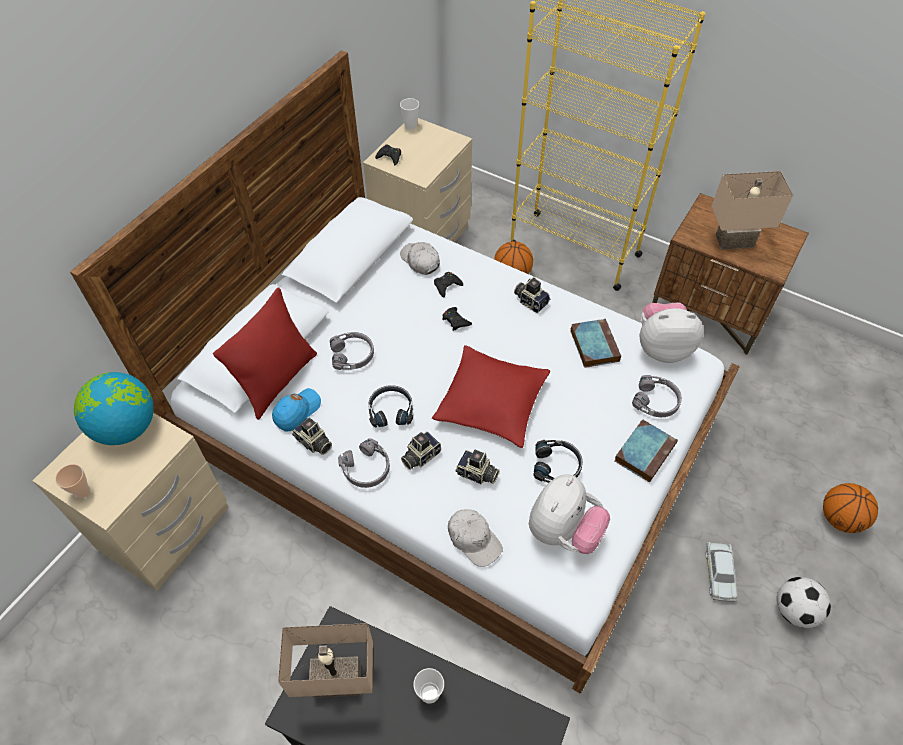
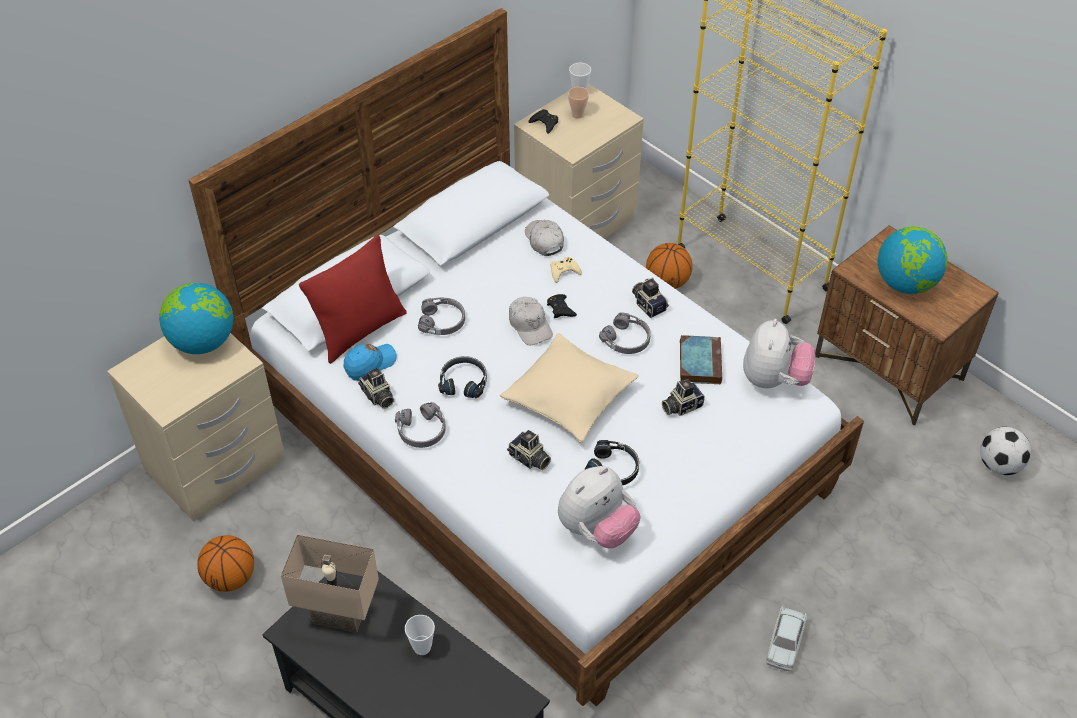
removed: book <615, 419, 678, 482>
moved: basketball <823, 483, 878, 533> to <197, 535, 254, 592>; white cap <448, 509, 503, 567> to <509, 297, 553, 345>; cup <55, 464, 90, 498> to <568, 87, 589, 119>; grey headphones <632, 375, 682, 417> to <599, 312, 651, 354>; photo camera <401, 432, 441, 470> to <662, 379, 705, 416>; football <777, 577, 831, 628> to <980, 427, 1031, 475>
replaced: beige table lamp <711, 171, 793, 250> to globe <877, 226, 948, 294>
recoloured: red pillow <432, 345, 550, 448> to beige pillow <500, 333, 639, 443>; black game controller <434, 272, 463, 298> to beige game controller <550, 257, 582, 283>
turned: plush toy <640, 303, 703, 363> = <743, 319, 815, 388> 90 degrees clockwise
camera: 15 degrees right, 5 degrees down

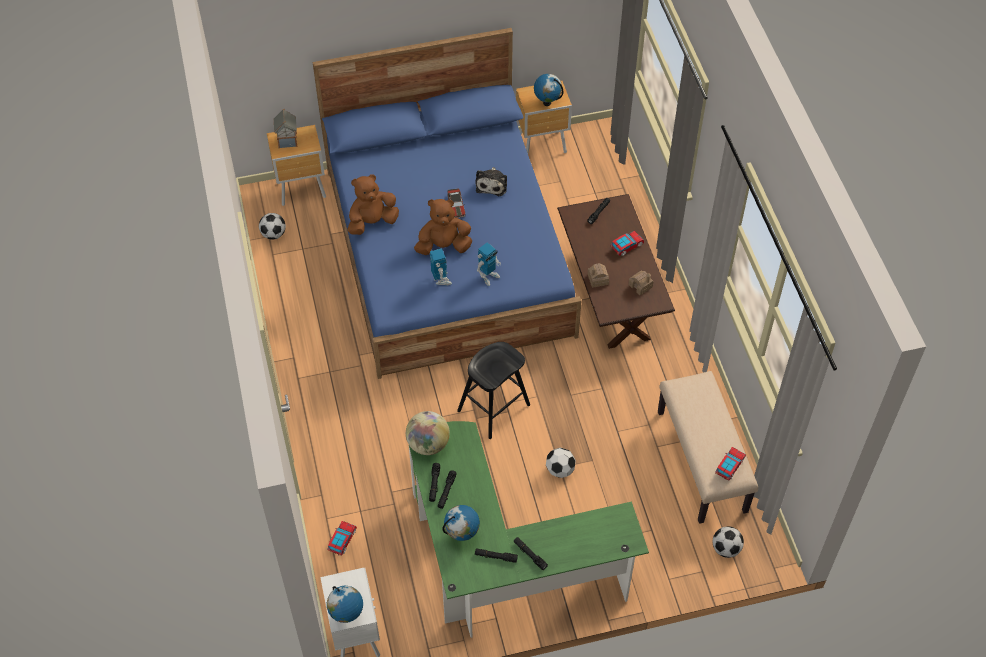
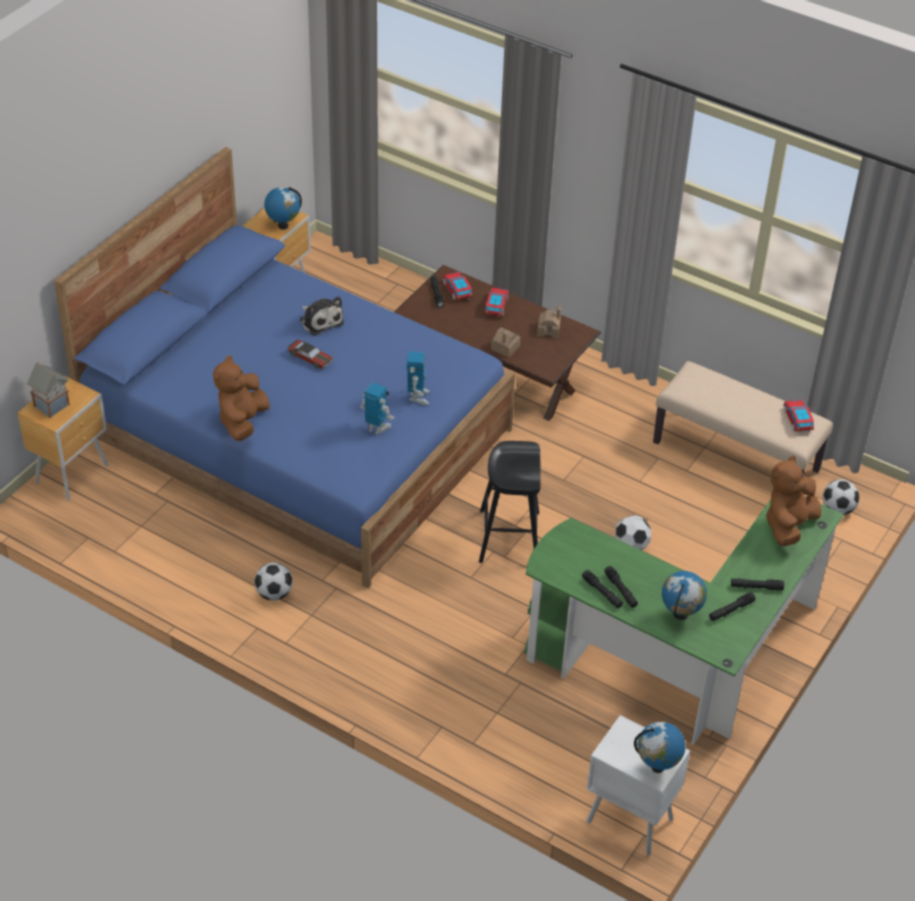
removed: globe <406, 411, 450, 455>
moved: football <259, 213, 286, 240> to <254, 563, 293, 601>; toy car <328, 521, 357, 556> to <443, 272, 473, 300>; brown plush toy <414, 199, 472, 255> to <766, 456, 821, 546>
camera: 45 degrees left, 10 degrees down

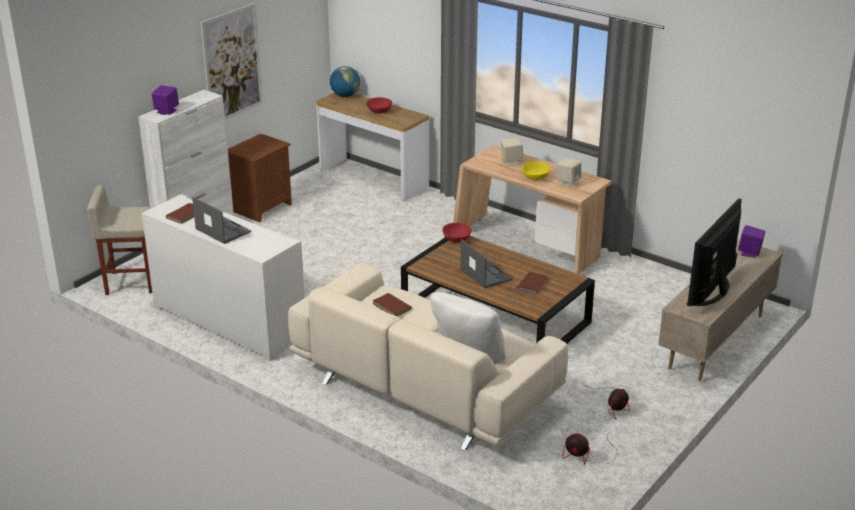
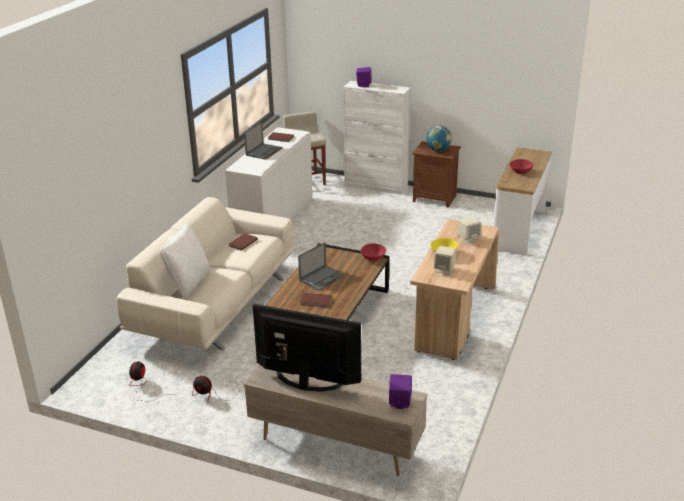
removed: picture <200, 3, 263, 120>
moved: globe <330, 66, 360, 97> to <426, 126, 452, 152>
camera: 75 degrees right, 0 degrees up

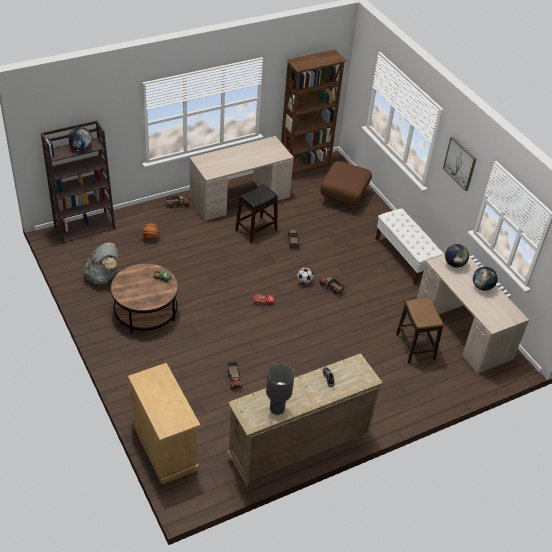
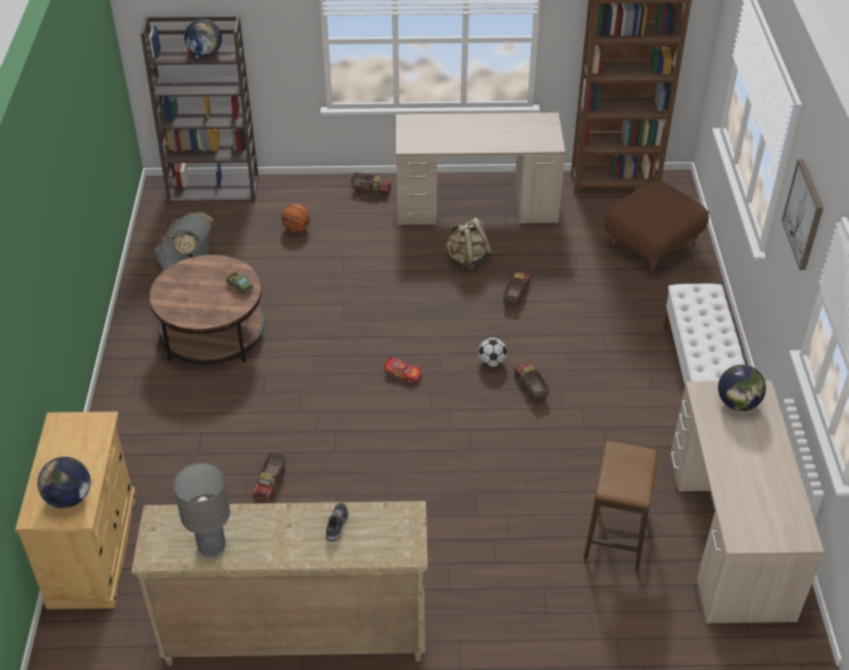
moved: globe <473, 266, 498, 291> to <37, 457, 91, 508>
replaced: black stool <235, 185, 278, 244> to beige backpack <446, 218, 493, 271>
camera: 30 degrees right, 0 degrees up

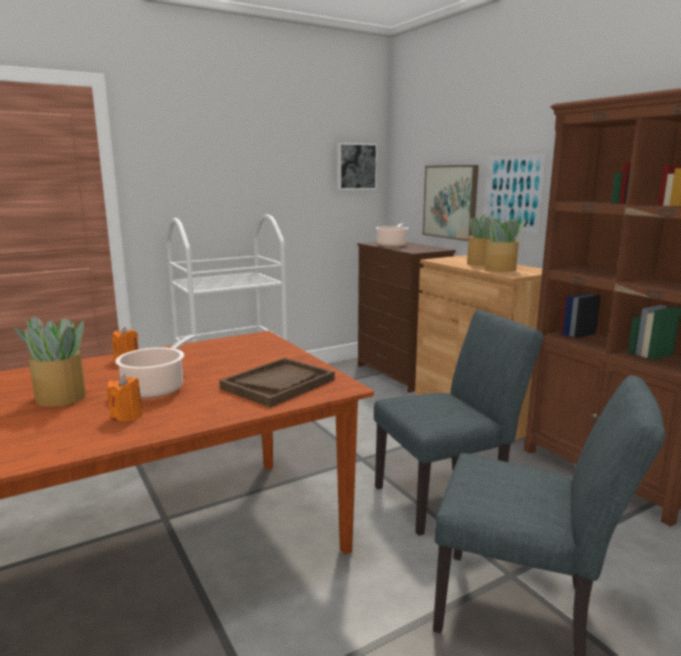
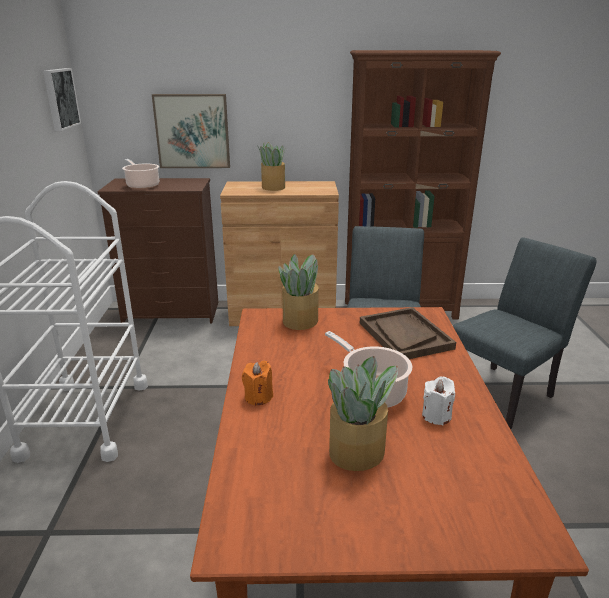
removed: picture <485, 154, 547, 234>
moved: potted plant <485, 218, 526, 272> to <278, 254, 319, 330>
recoloured: orange candle <107, 374, 143, 421> to white candle <422, 376, 455, 425>
camera: 60 degrees left, 10 degrees up

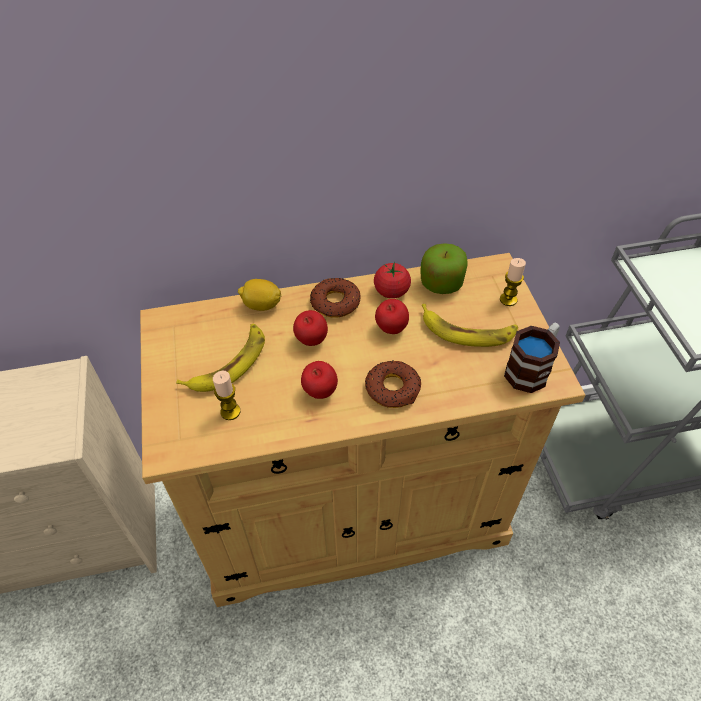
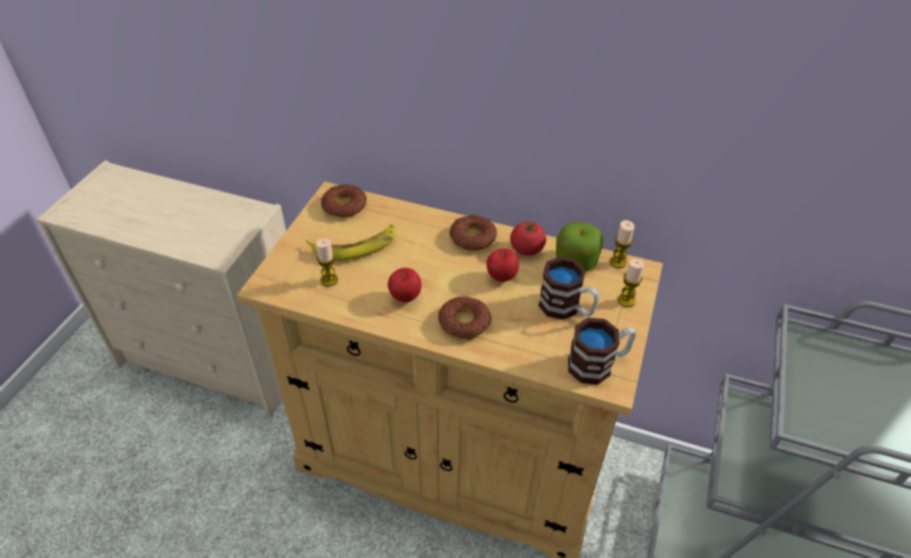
removed: lemon <238, 279, 281, 311>; apple <293, 310, 328, 346>
added: donut <321, 184, 367, 218>; candle <610, 220, 635, 268>
replaced: banana <422, 304, 518, 347> to mug <538, 257, 599, 320>
camera: 30 degrees right, 5 degrees down

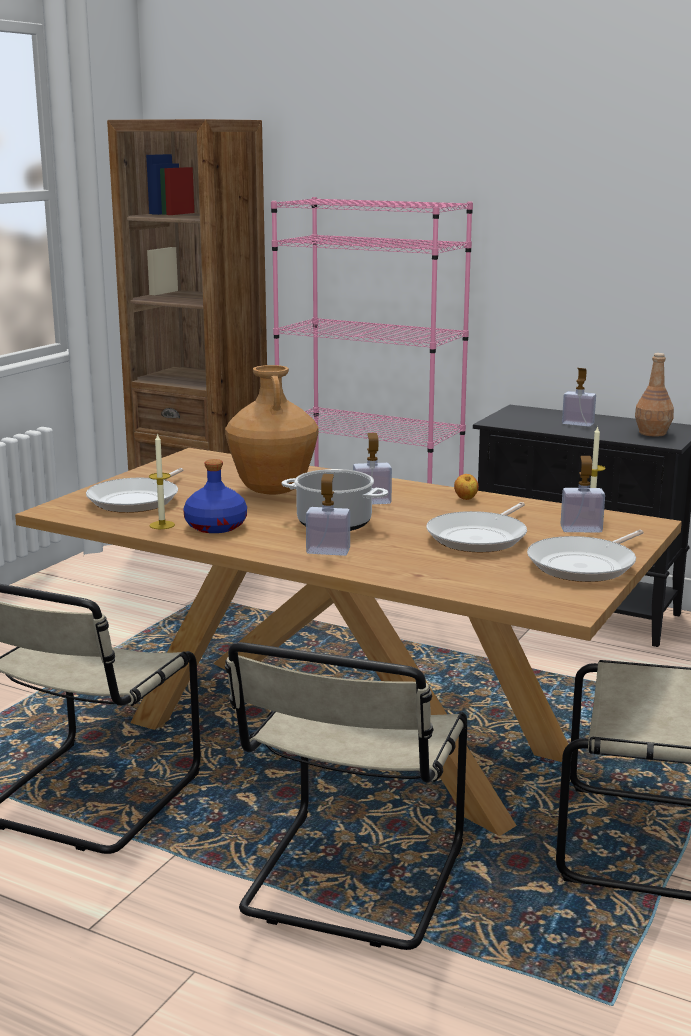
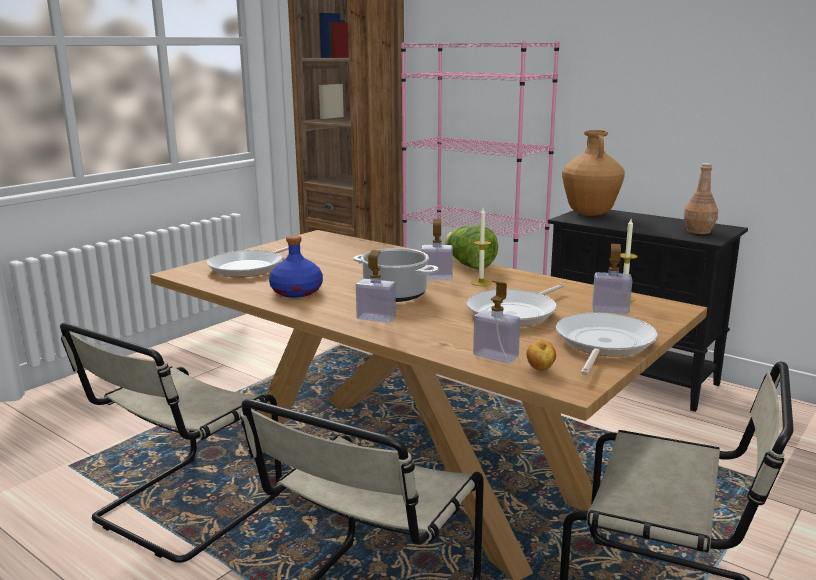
added: lettuce <445, 225, 498, 270>
moved: candle <149, 433, 175, 529> to <471, 208, 491, 286>; soap dispenser <562, 368, 596, 426> to <473, 281, 520, 363>; apple <454, 474, 479, 500> to <527, 340, 556, 371>; brown vase <225, 365, 319, 495> to <562, 130, 625, 216>
turned: frying pan <527, 530, 644, 582> = <556, 312, 657, 375> 150 degrees clockwise
camera: 10 degrees right, 0 degrees up

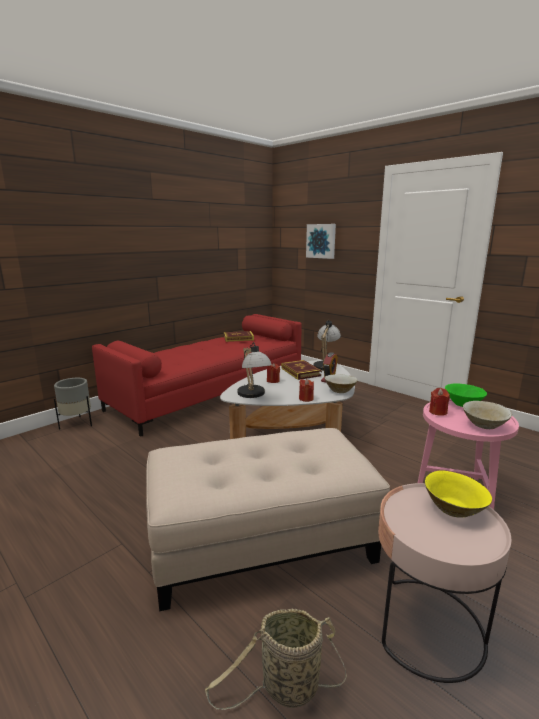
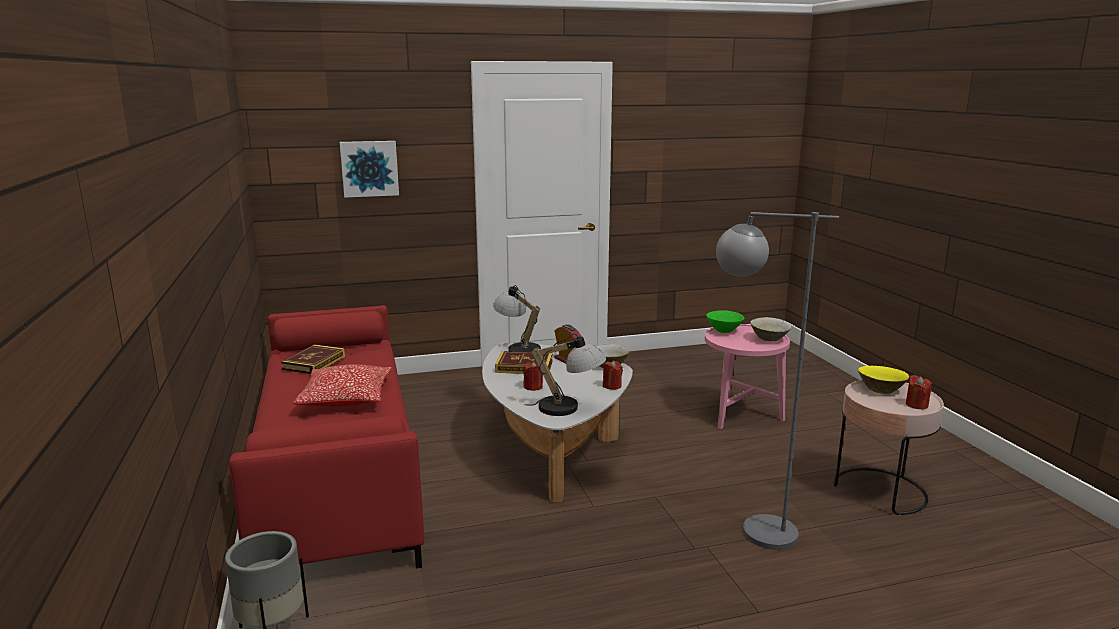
removed: basket <205, 608, 347, 710>
added: pillow <293, 365, 392, 406>
moved: red candle <429, 388, 450, 416> to <906, 375, 932, 409>
replaced: beige ottoman <146, 428, 390, 611> to grey floor lamp <716, 212, 839, 550>
camera: 60 degrees left, 0 degrees up

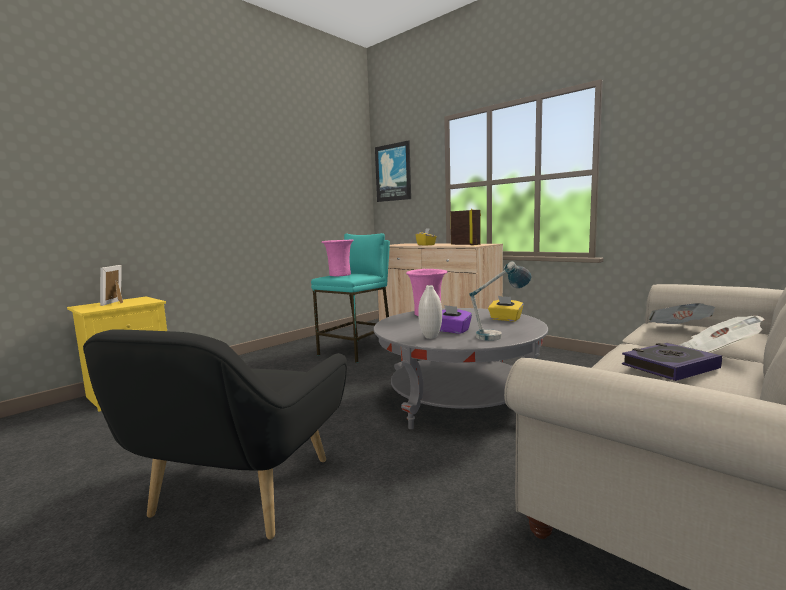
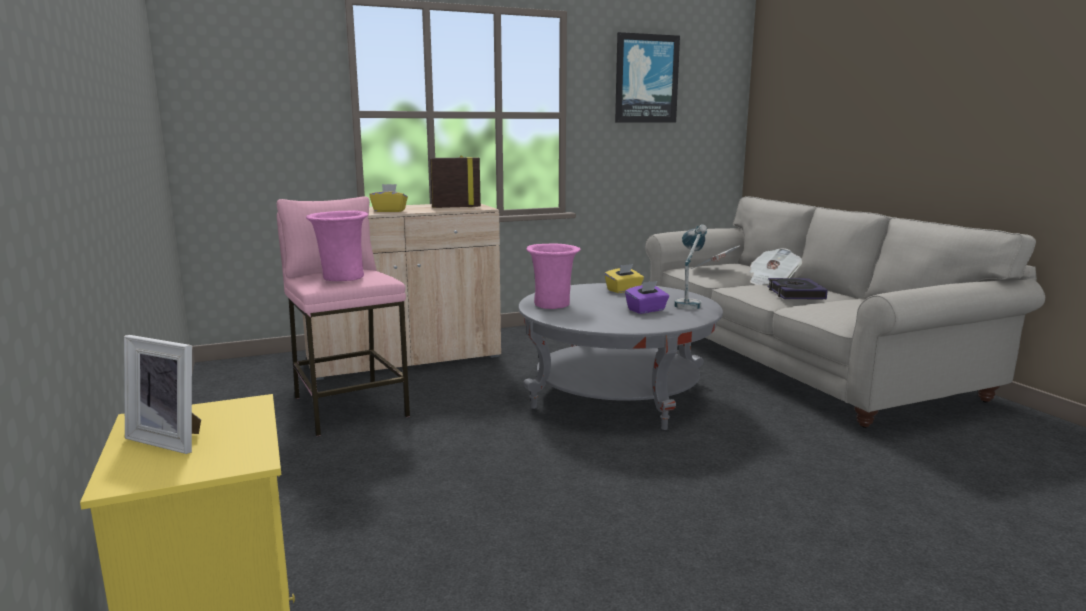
removed: black armchair <83, 329, 347, 539>; white vase <418, 285, 442, 339>
moved: picture <375, 140, 411, 202> to <615, 32, 680, 123>
recoloured: turquoise stool <311, 233, 390, 363> to pink stool <277, 196, 410, 436>
camera: 65 degrees left, 5 degrees up

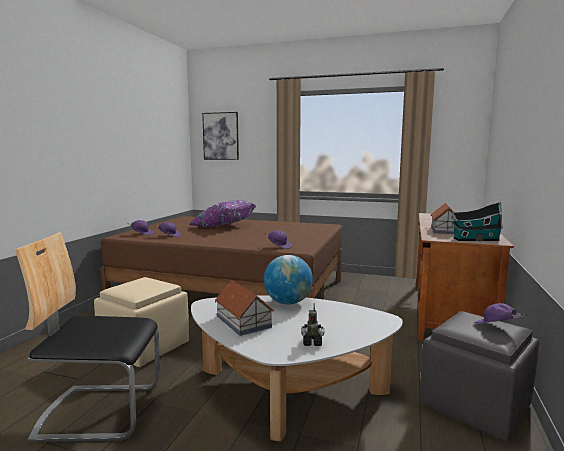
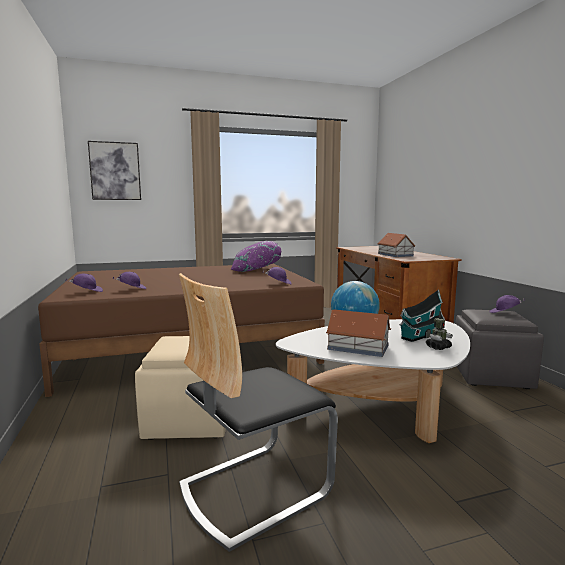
moved: purple pillow <189, 200, 256, 227> to <230, 241, 282, 272>; toy house <451, 202, 503, 241> to <399, 289, 445, 342>
camera: 35 degrees left, 0 degrees up

